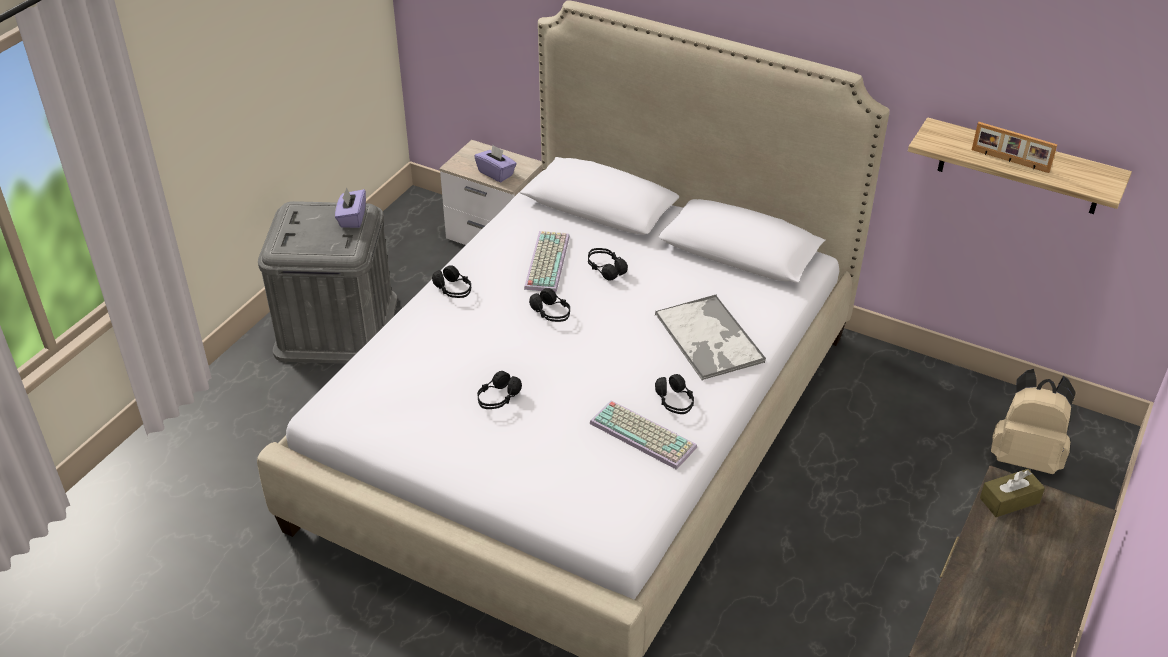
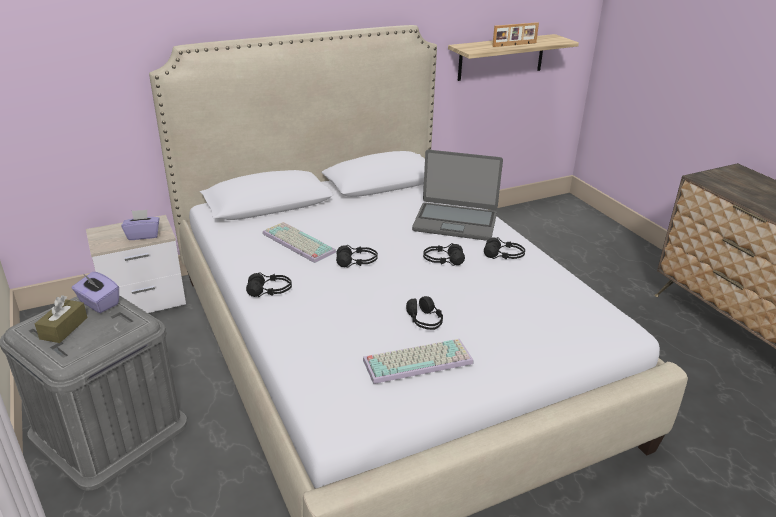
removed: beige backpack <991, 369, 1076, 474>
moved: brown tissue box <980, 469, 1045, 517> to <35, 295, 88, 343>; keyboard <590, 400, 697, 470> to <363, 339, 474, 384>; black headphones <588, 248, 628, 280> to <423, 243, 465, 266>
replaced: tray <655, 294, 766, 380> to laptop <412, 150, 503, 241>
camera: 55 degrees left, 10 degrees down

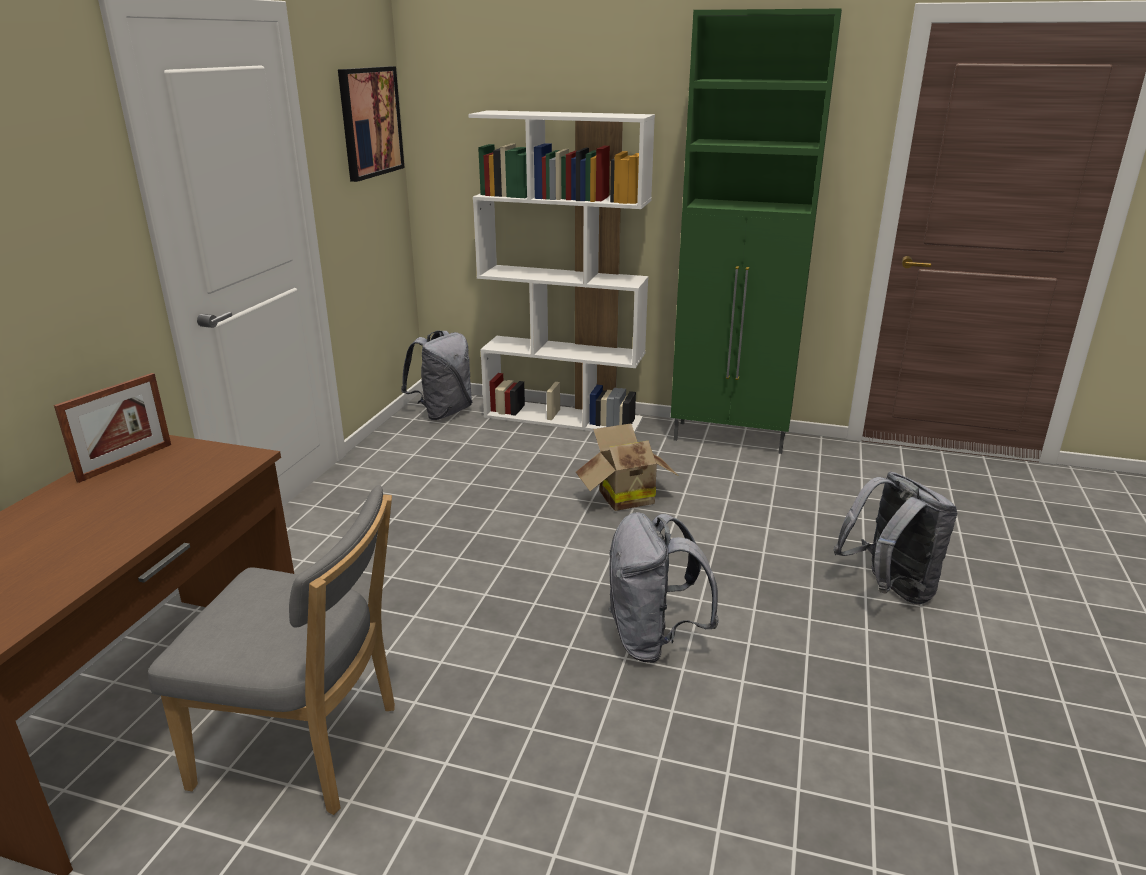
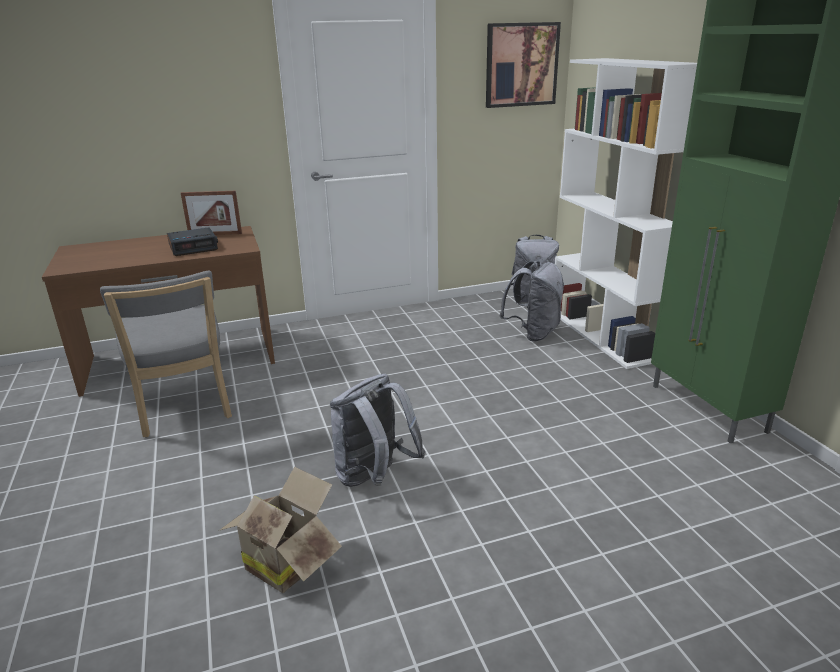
added: alarm clock <167, 227, 218, 256>
moved: cardboard box <576, 423, 677, 511> to <220, 467, 342, 593>; grey backpack <834, 471, 958, 605> to <499, 261, 565, 341>
camera: 55 degrees right, 0 degrees up

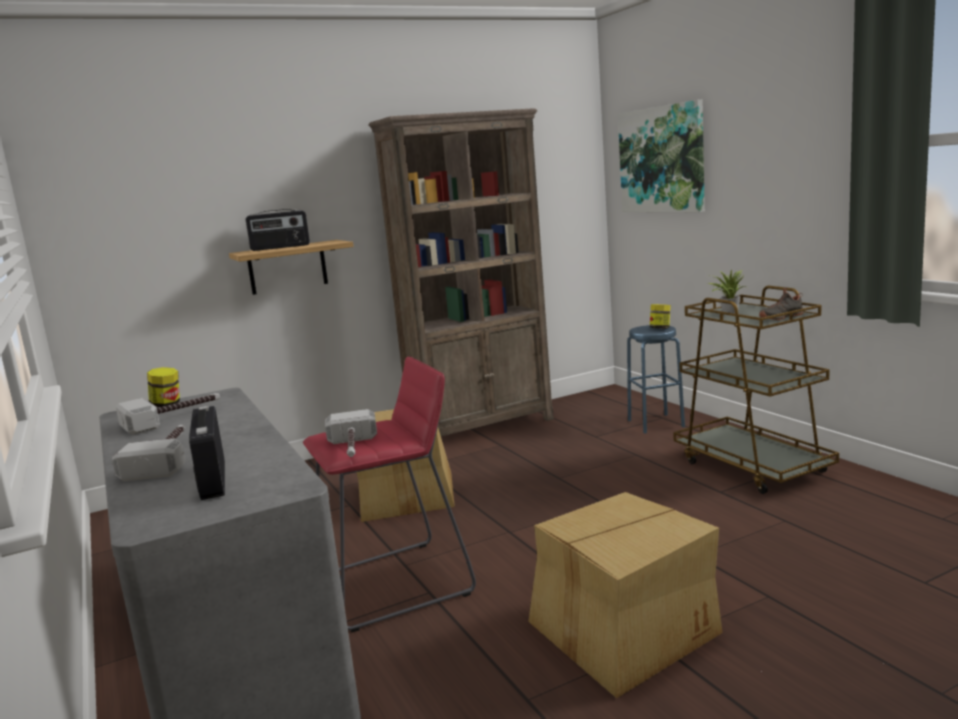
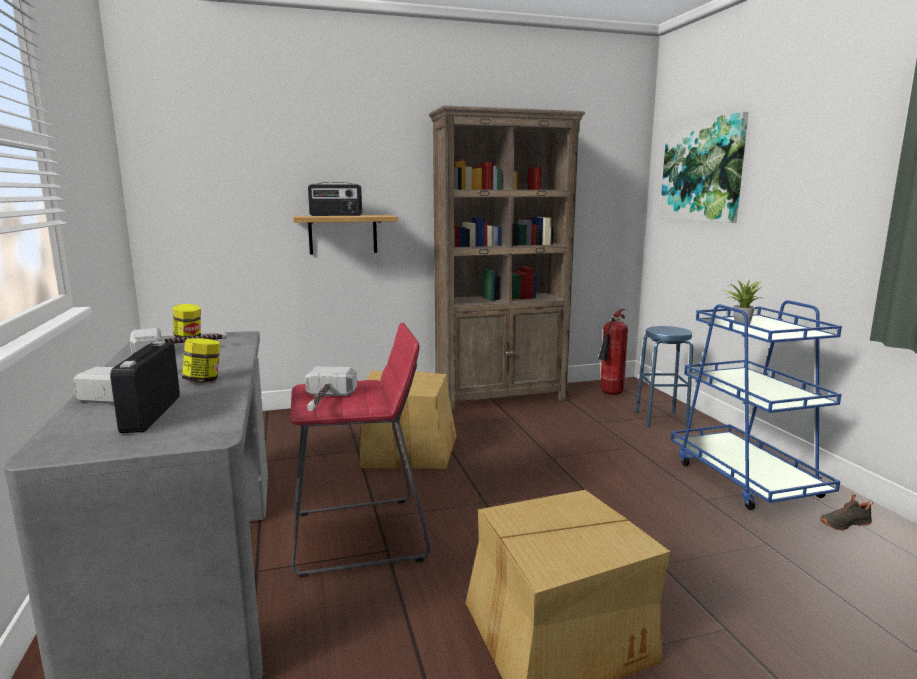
added: fire extinguisher <598, 309, 628, 395>
moved: jar <650, 304, 671, 329> to <182, 338, 220, 383>; black shoe <759, 287, 804, 320> to <820, 494, 873, 530>
recoloured: brown cart <673, 286, 839, 494> to blue cart <671, 300, 842, 510>
camera: 10 degrees right, 0 degrees up

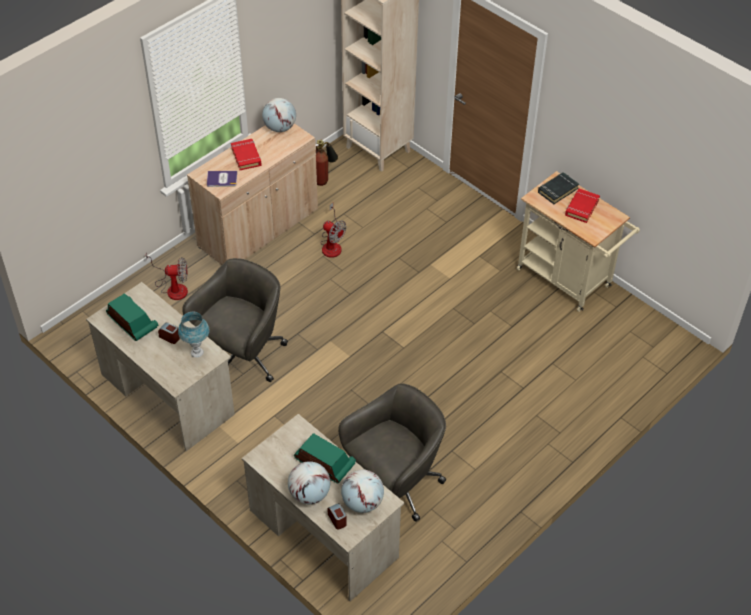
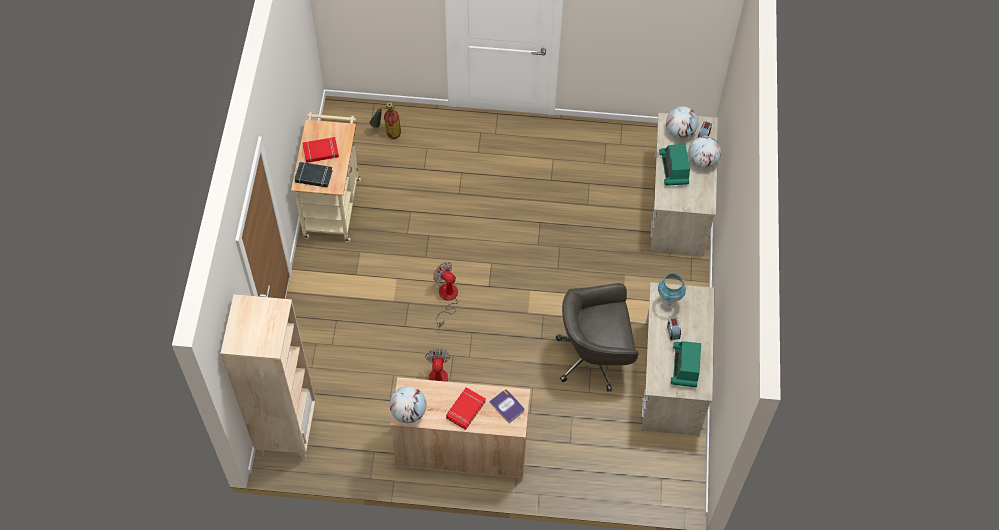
removed: grey office chair <338, 384, 446, 522>
moved: fire extinguisher <316, 140, 338, 186> to <370, 102, 401, 139>; fan <146, 253, 188, 300> to <433, 262, 458, 327>
camera: 130 degrees left, 10 degrees up

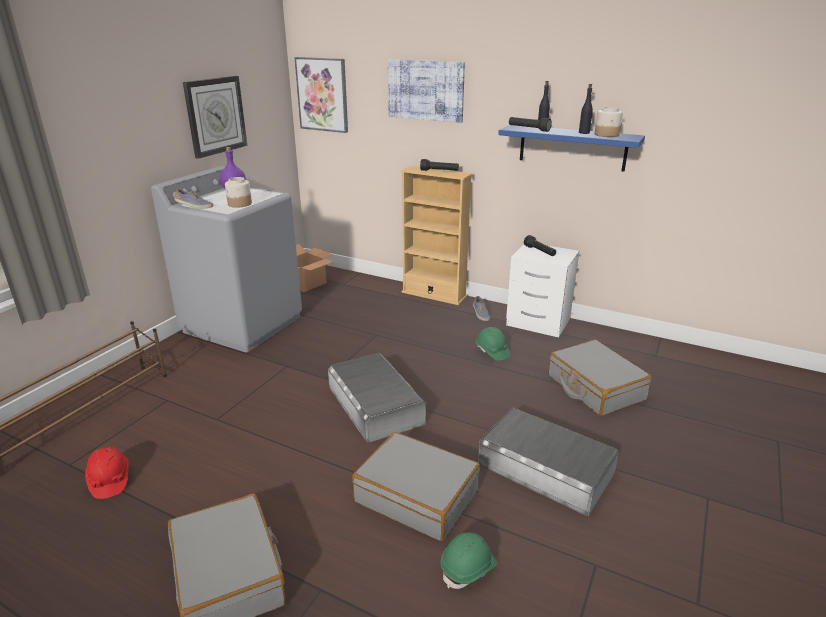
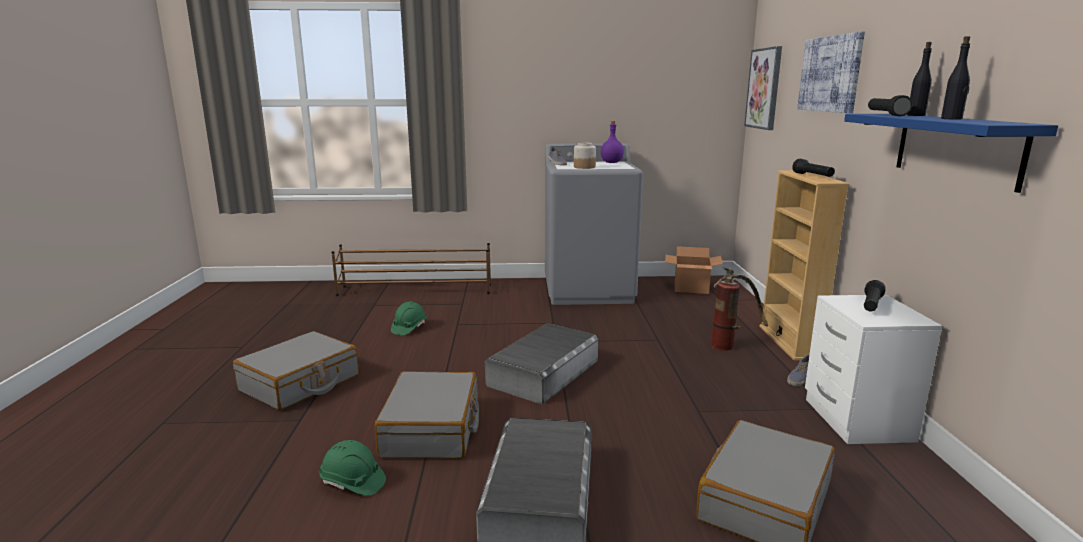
removed: red hard hat <85, 447, 129, 499>; wall clock <183, 76, 247, 159>; jar <595, 107, 623, 137>
added: fire extinguisher <711, 267, 768, 351>
moved: green hard hat <476, 327, 510, 361> to <391, 302, 427, 335>
camera: 60 degrees right, 10 degrees down

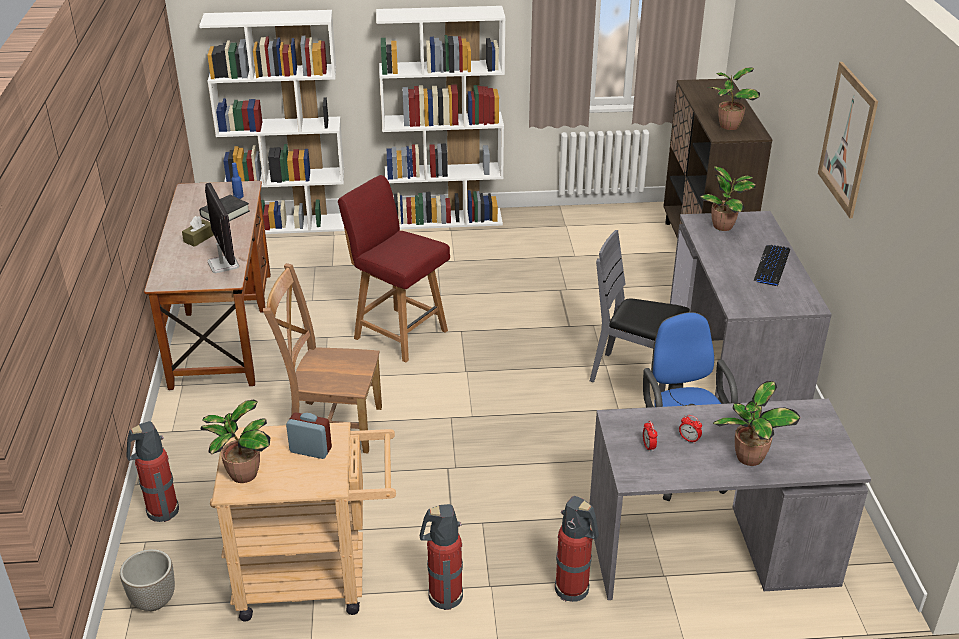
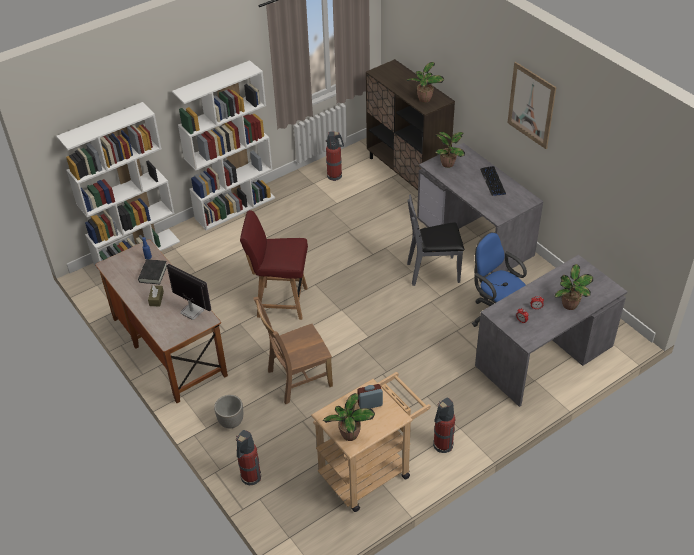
moved: planter <120, 549, 175, 611> to <214, 395, 243, 428>; fire extinguisher <555, 496, 599, 602> to <326, 131, 344, 181>
camera: 30 degrees left, 10 degrees up

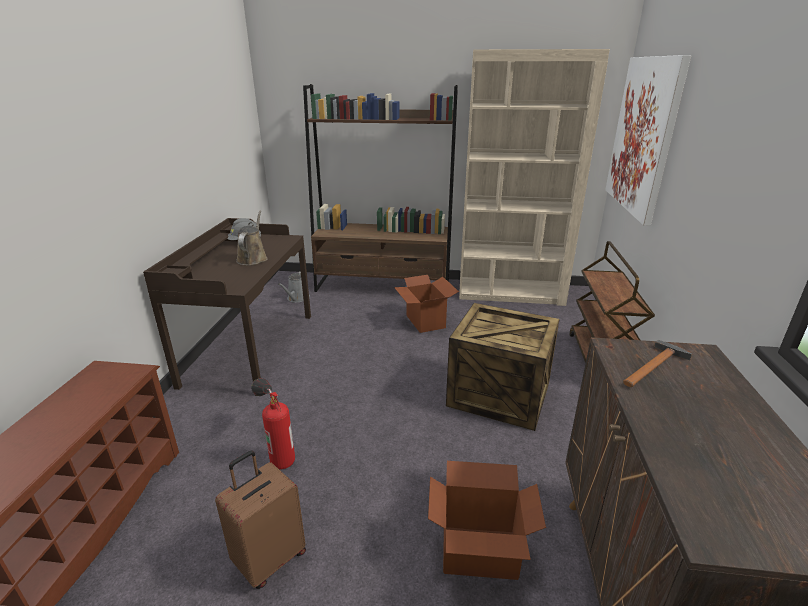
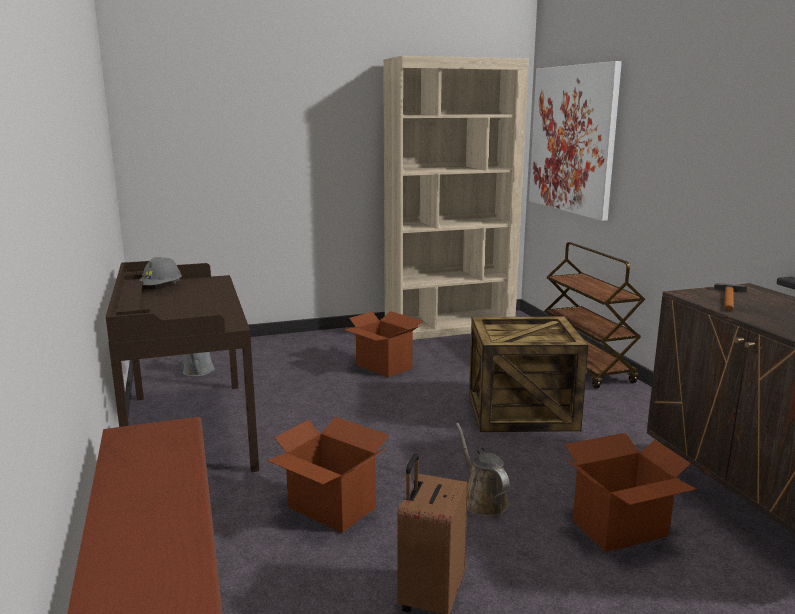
removed: brown bookcase <303, 84, 458, 292>
moved: brown watering can <236, 210, 268, 265> to <456, 423, 510, 517>
replaced: fire extinguisher <251, 378, 295, 469> to cardboard box <267, 417, 389, 533>
camera: 25 degrees left, 10 degrees down

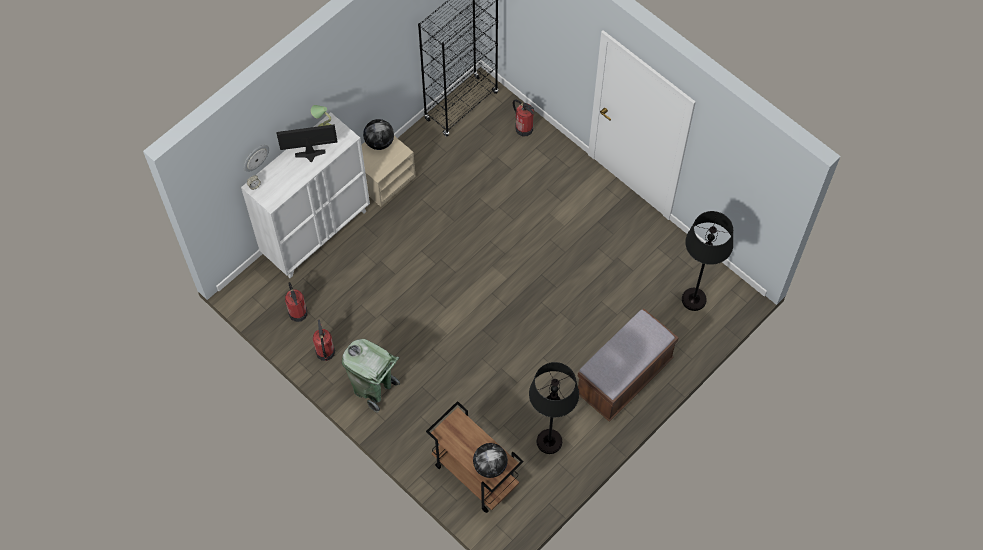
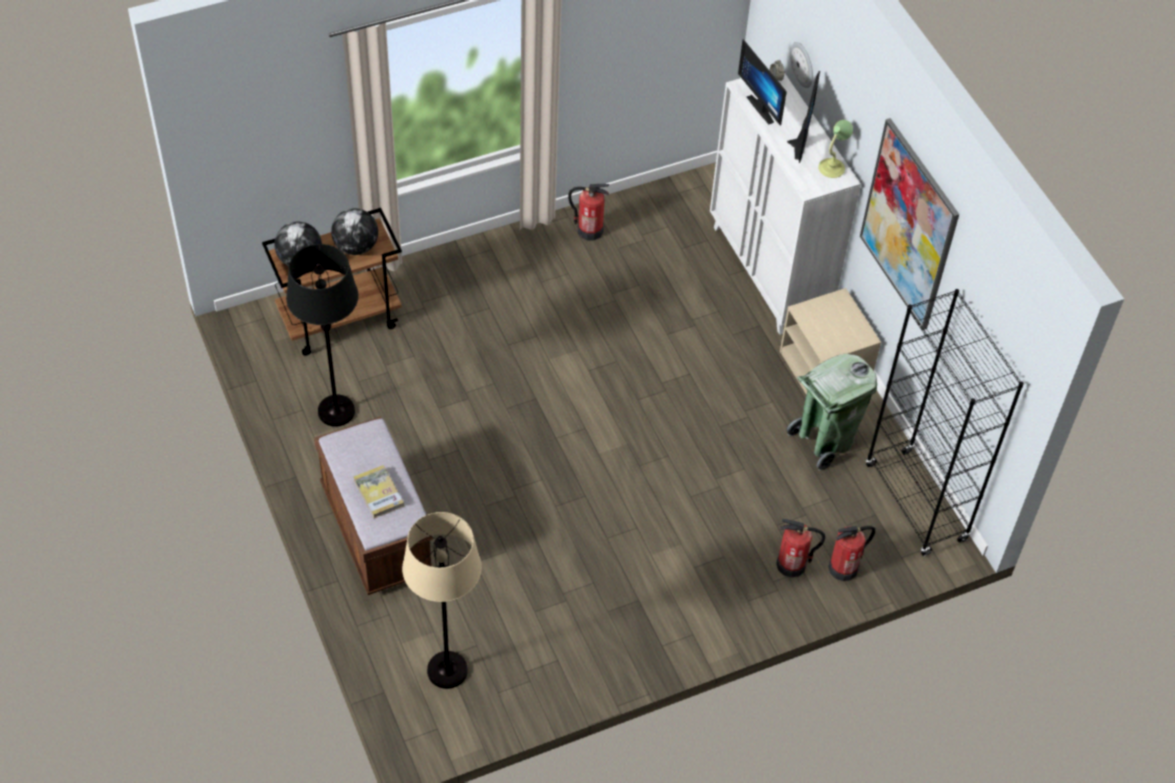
added: book <354, 465, 404, 518>; monitor <738, 39, 787, 126>; picture <860, 118, 959, 330>
moved: globe <363, 119, 394, 150> to <331, 208, 378, 255>; fire extinguisher <285, 282, 308, 322> to <776, 519, 825, 578>; green trash can <342, 339, 400, 412> to <786, 354, 877, 471>
recoloured: black floor lamp <682, 211, 733, 311> to beige floor lamp <402, 512, 482, 689>
camera: 110 degrees right, 10 degrees down

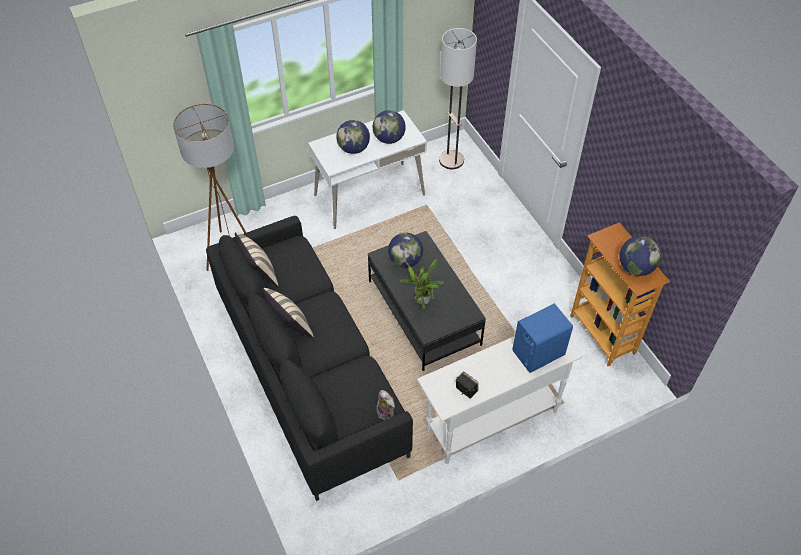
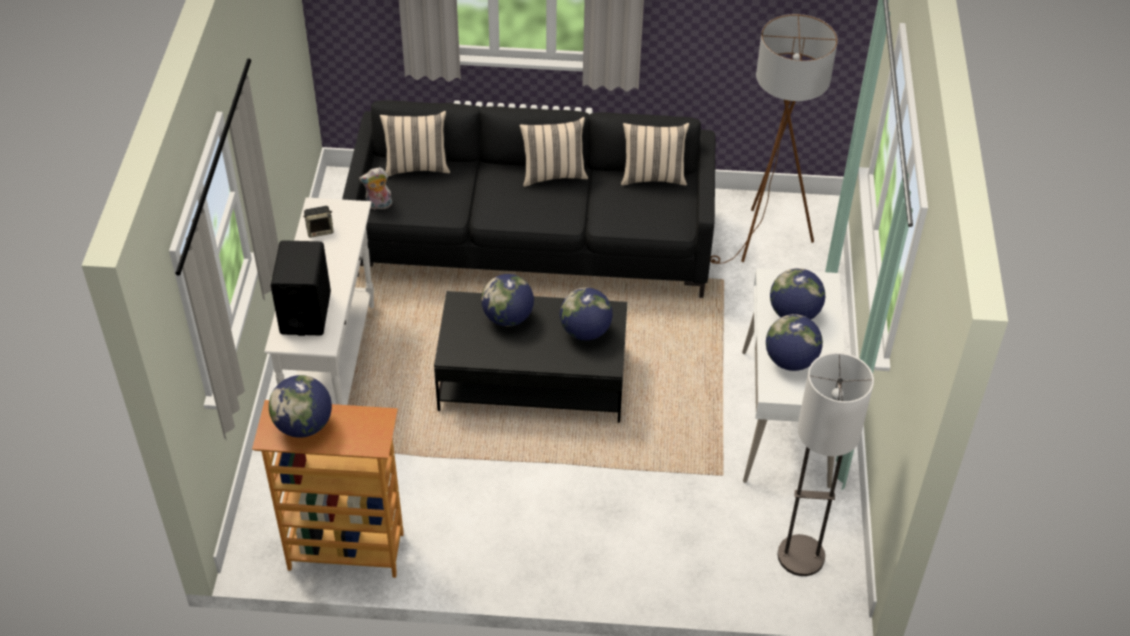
added: beige pillow <380, 111, 450, 177>
replaced: potted plant <400, 259, 444, 309> to globe <481, 274, 534, 326>
recoloured: blue speaker <513, 303, 573, 373> to black speaker <271, 240, 331, 336>
camera: 120 degrees right, 5 degrees down

